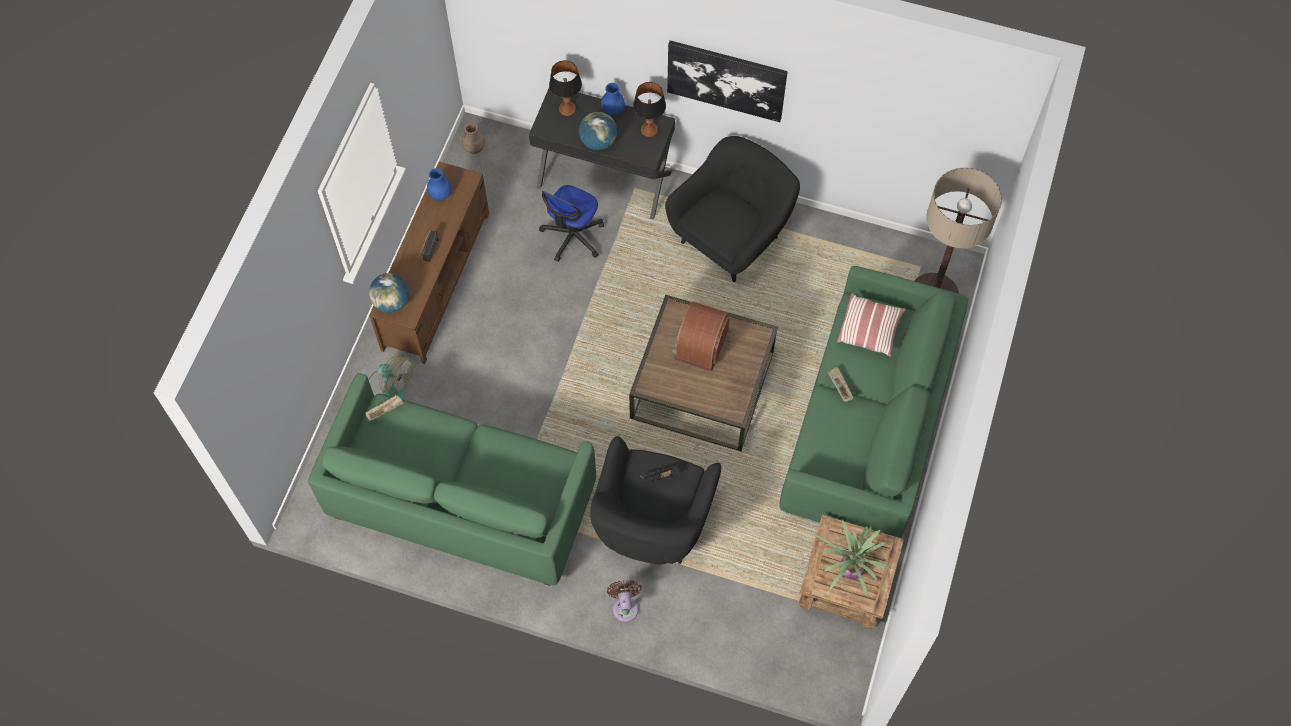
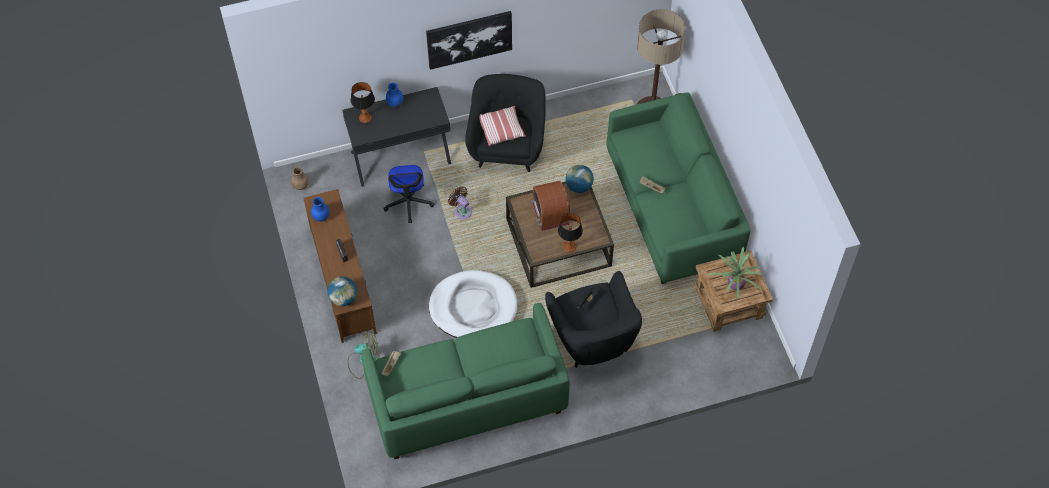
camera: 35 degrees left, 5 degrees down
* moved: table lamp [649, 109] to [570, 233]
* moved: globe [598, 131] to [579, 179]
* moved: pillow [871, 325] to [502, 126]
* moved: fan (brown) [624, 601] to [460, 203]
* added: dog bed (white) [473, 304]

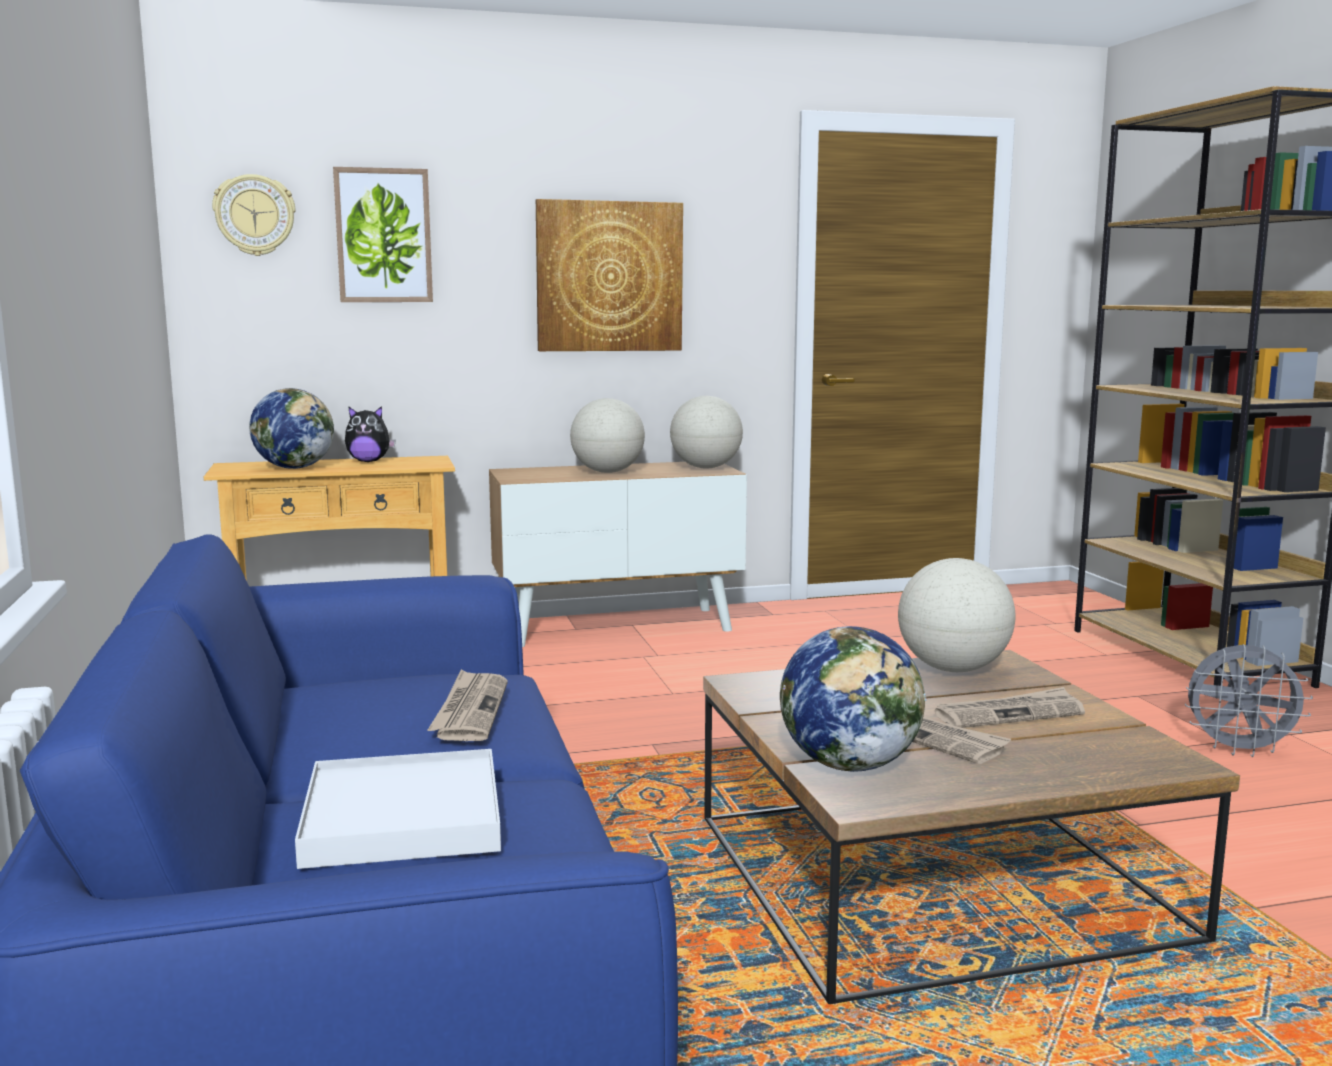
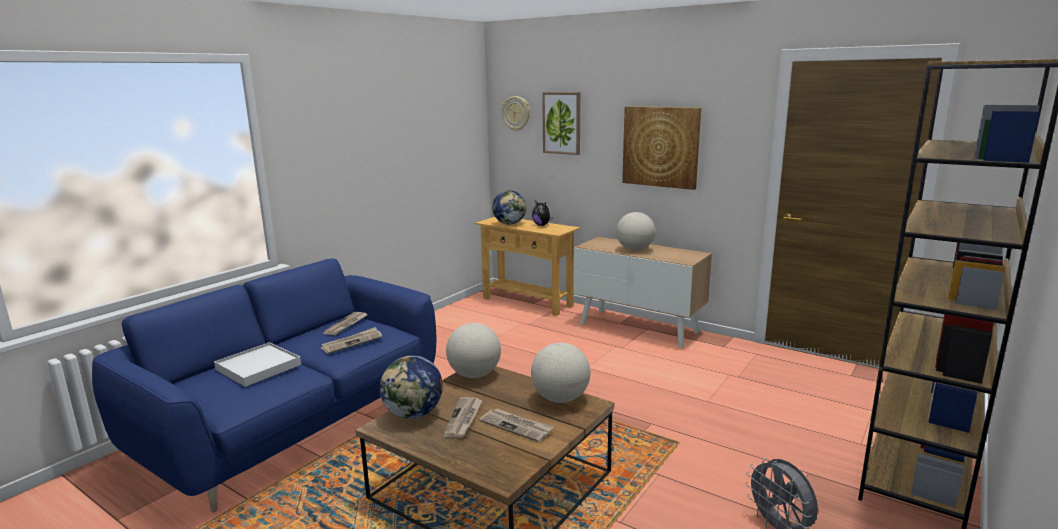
camera: 50 degrees right, 5 degrees up
* moved: globe [706, 432] to [473, 350]
* added: newspaper [346, 323]

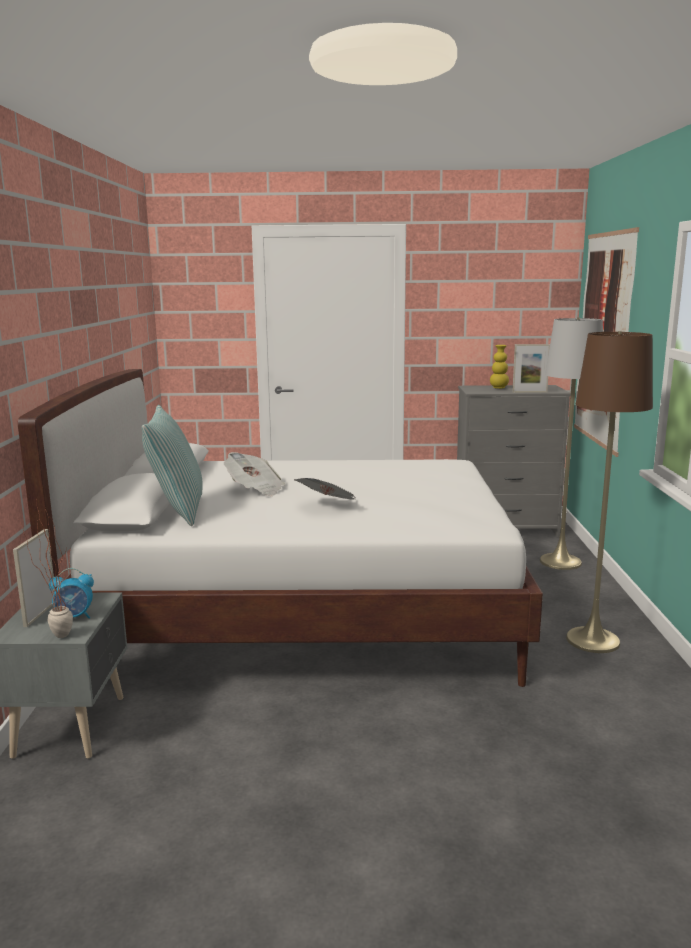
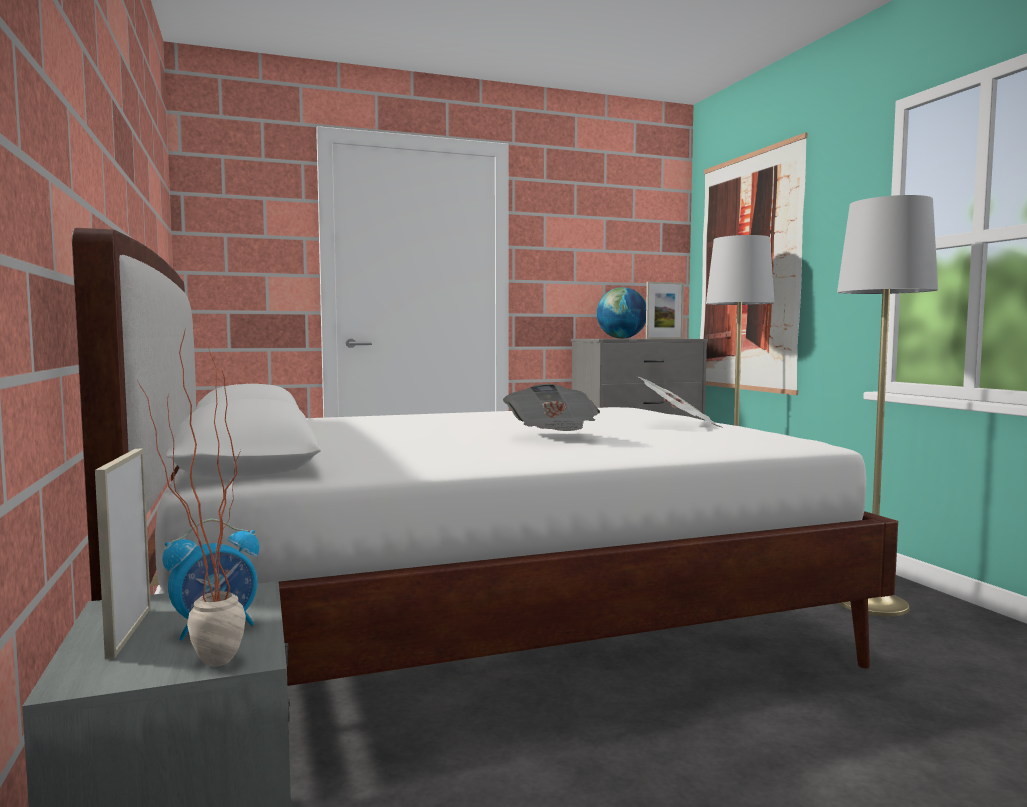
camera: 20 degrees left, 10 degrees down
* recoloured: floor lamp (brown) [609, 492] to floor lamp (grey) [887, 406]
* replaced: vase (yellow) [499, 367] to globe [621, 313]
* removed: pillow [172, 465]
* moved: newspaper [254, 474] to [678, 401]

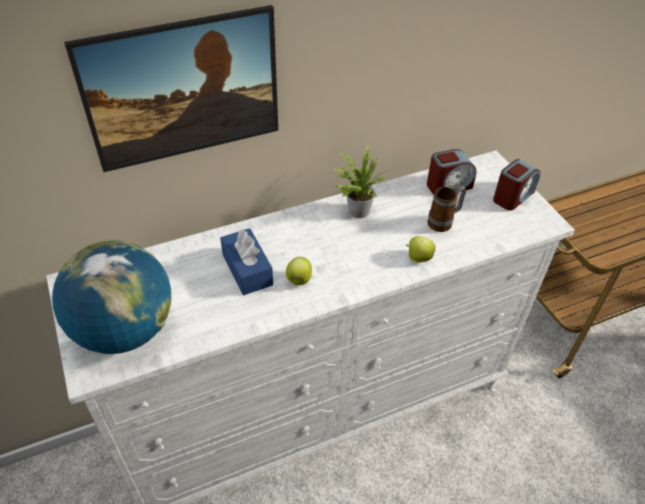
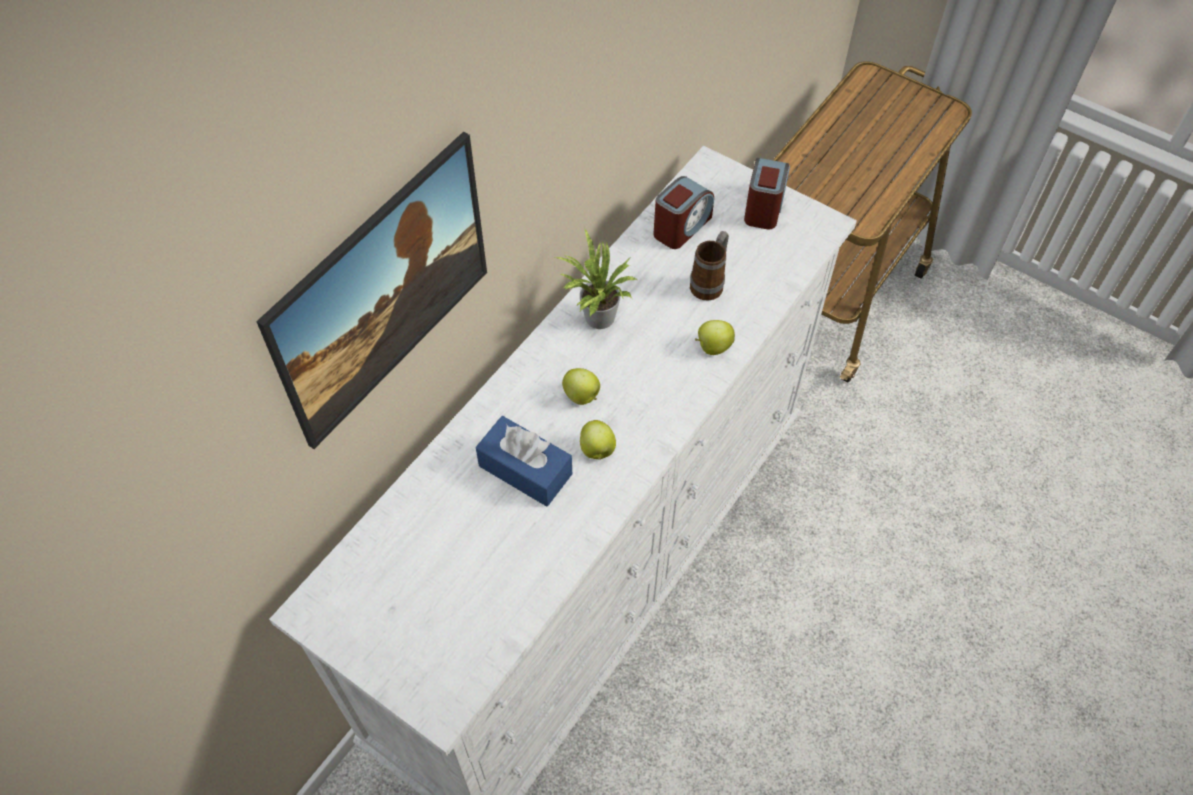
camera: 30 degrees left, 10 degrees up
* removed: globe [111, 297]
* added: apple [581, 386]

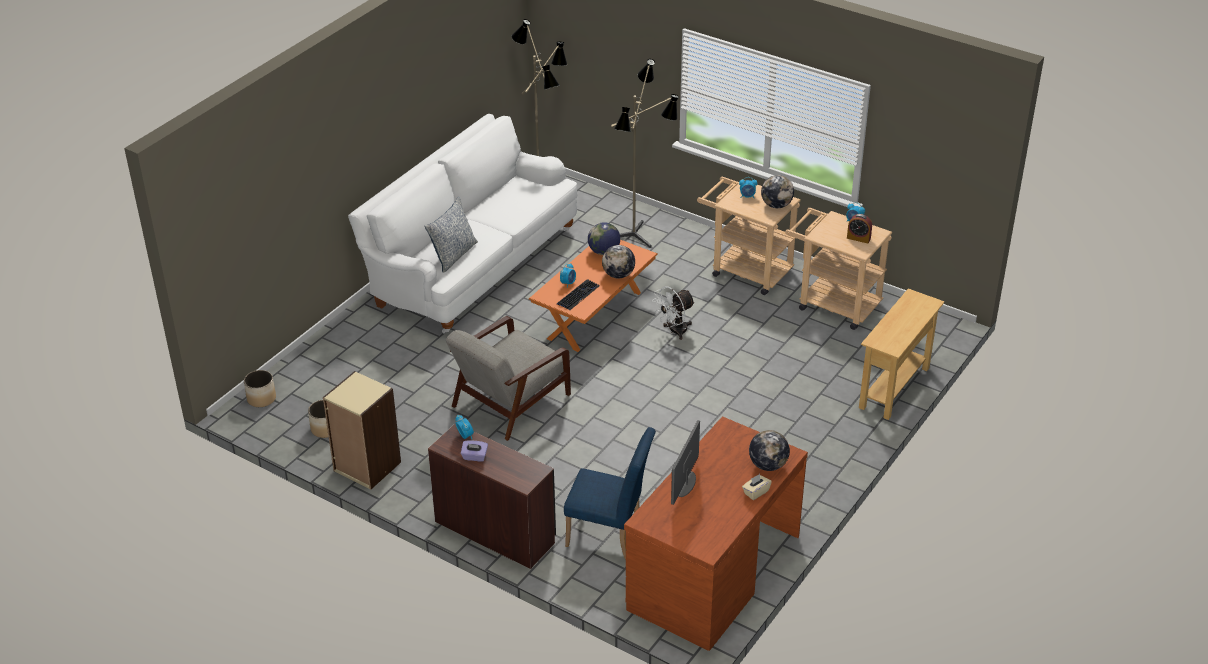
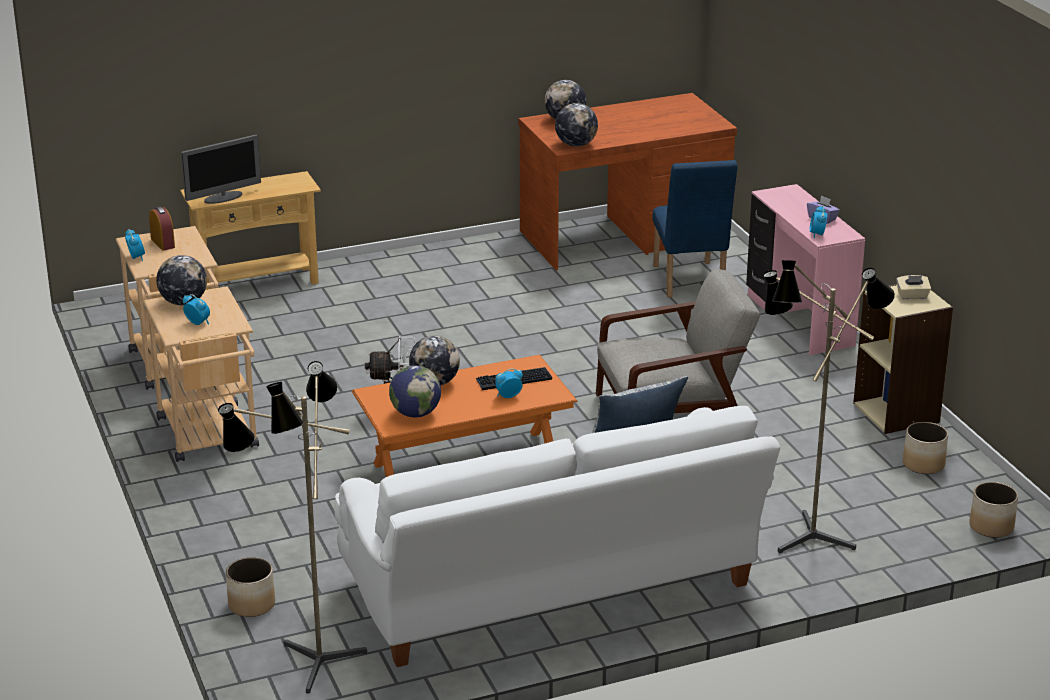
camera: 145 degrees left, 10 degrees down
* moved: floor lamp [645, 153] to [829, 406]
* moved: monitor [685, 462] to [221, 169]
* recoloured: desk (brown) [492, 496] to desk (pink) [805, 269]
* turned: chair (blue) [610, 493] = [695, 228] 150 degrees counterclockwise
* moved: tissue box (beige) [757, 487] to [913, 287]
* added: globe [576, 125]
* added: planter [250, 587]

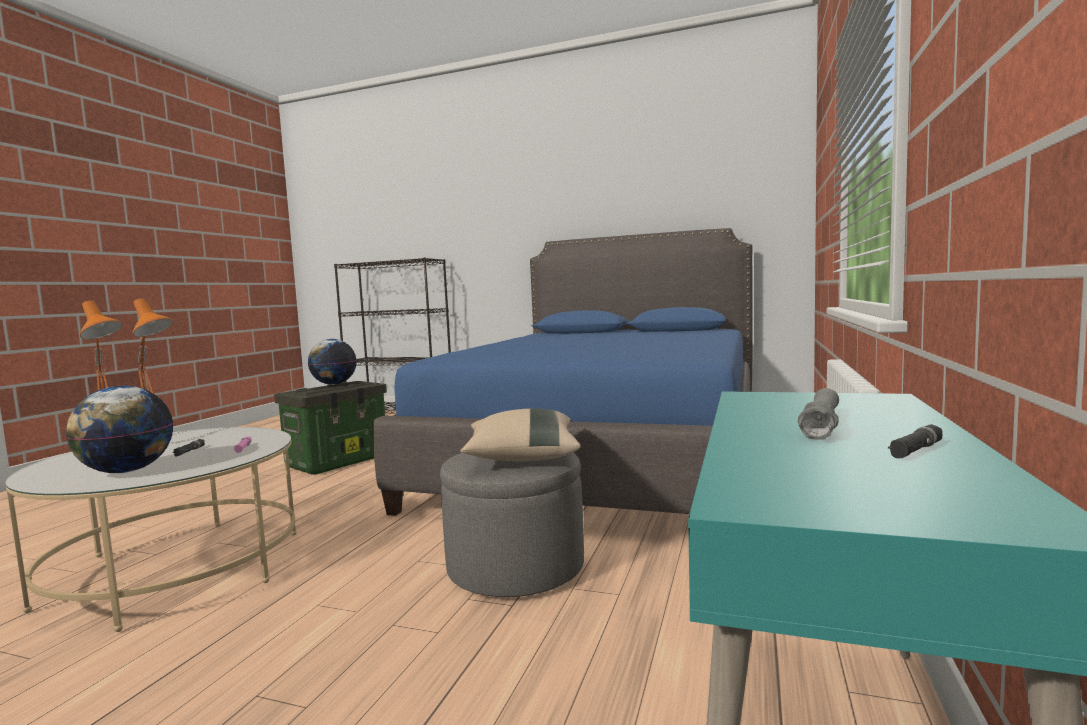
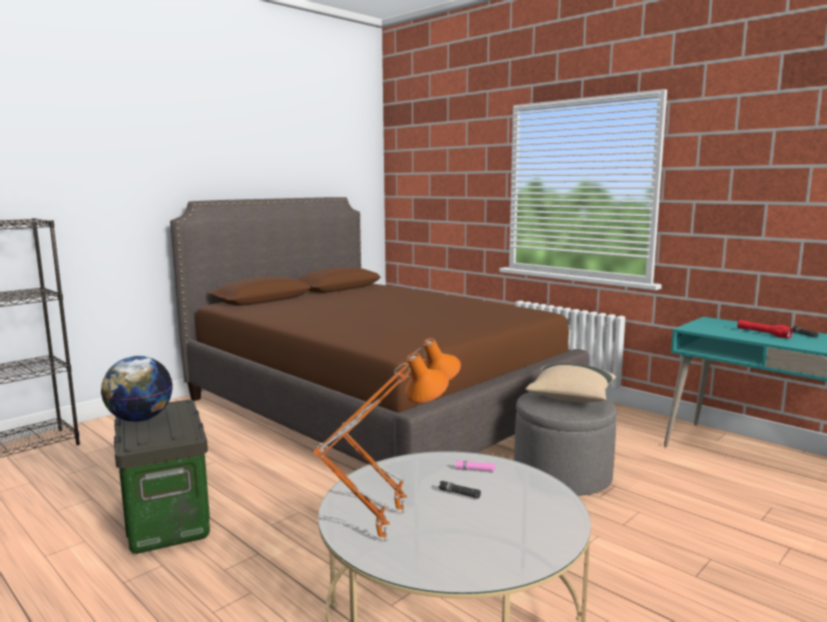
camera: 65 degrees left, 5 degrees up
* recoloured: bed (blue) [563, 372] to bed (brown) [379, 331]
* removed: globe [119, 429]
* recoloured: flashlight (grey) [818, 414] to flashlight (red) [765, 329]

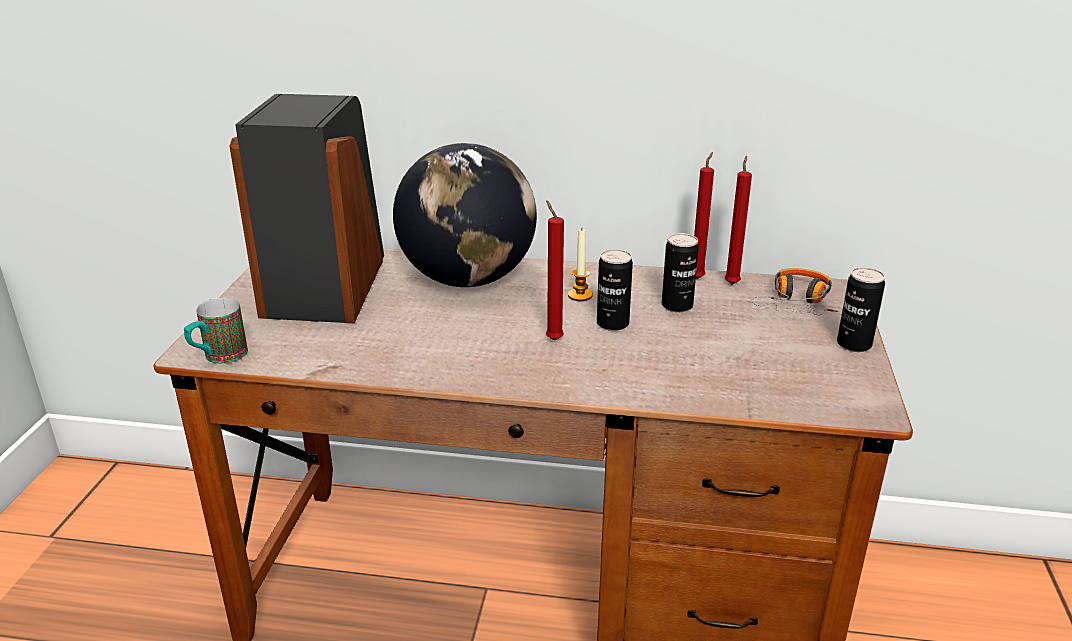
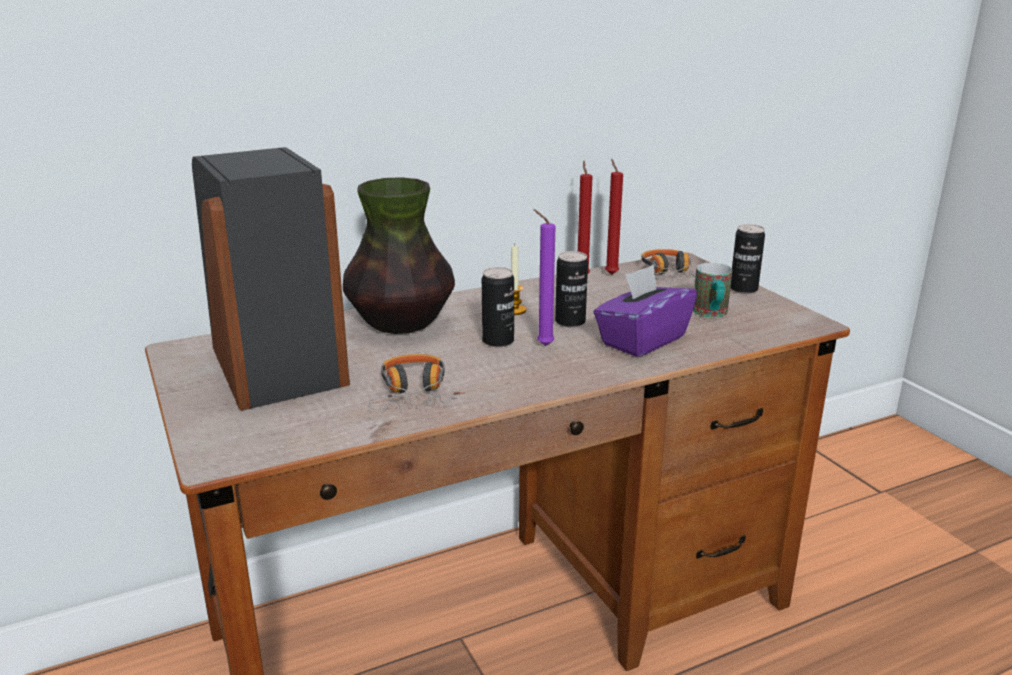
camera: 35 degrees left, 5 degrees down
* replaced: globe [465, 215] to vase [399, 255]
* recoloured: candle (red) [555, 270] to candle (purple) [544, 277]
* moved: can [680, 272] to [498, 307]
* moved: mug [216, 330] to [712, 290]
* added: tissue box (purple) [645, 310]
* added: headphones [417, 382]

